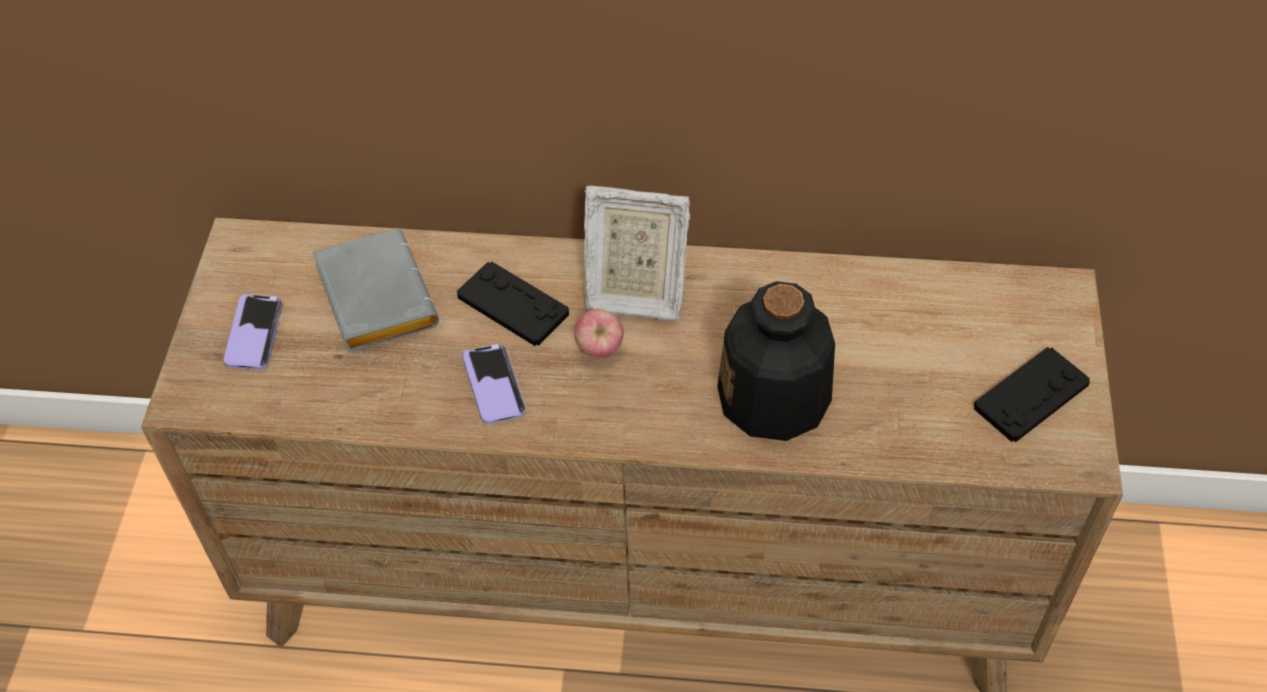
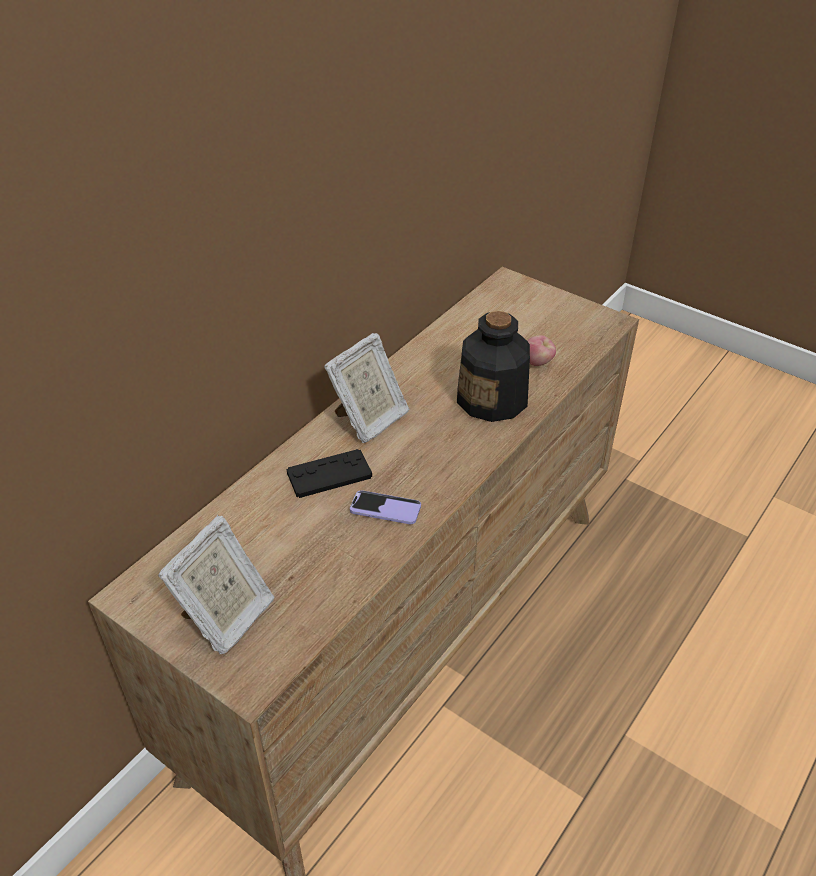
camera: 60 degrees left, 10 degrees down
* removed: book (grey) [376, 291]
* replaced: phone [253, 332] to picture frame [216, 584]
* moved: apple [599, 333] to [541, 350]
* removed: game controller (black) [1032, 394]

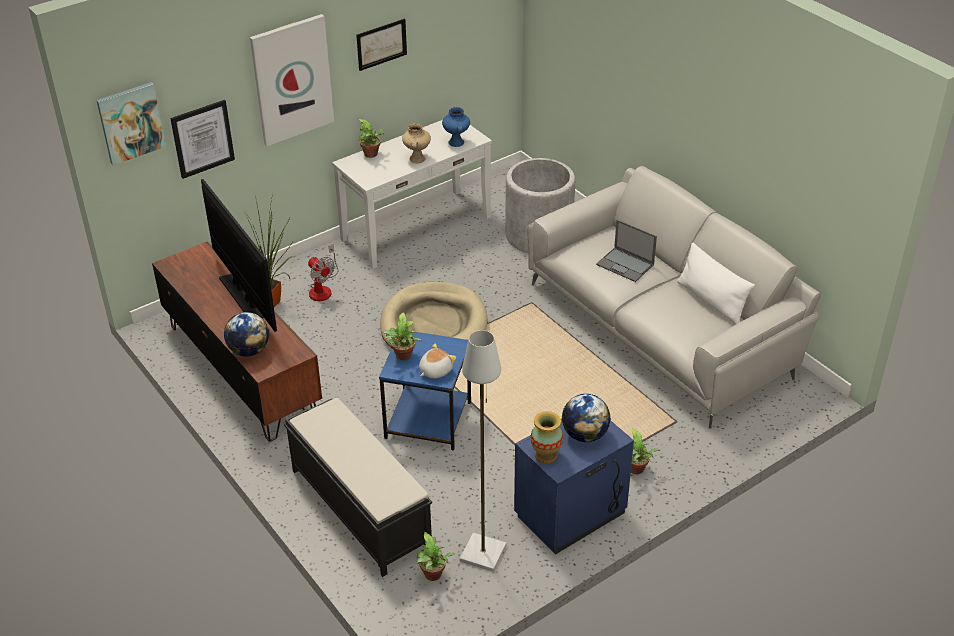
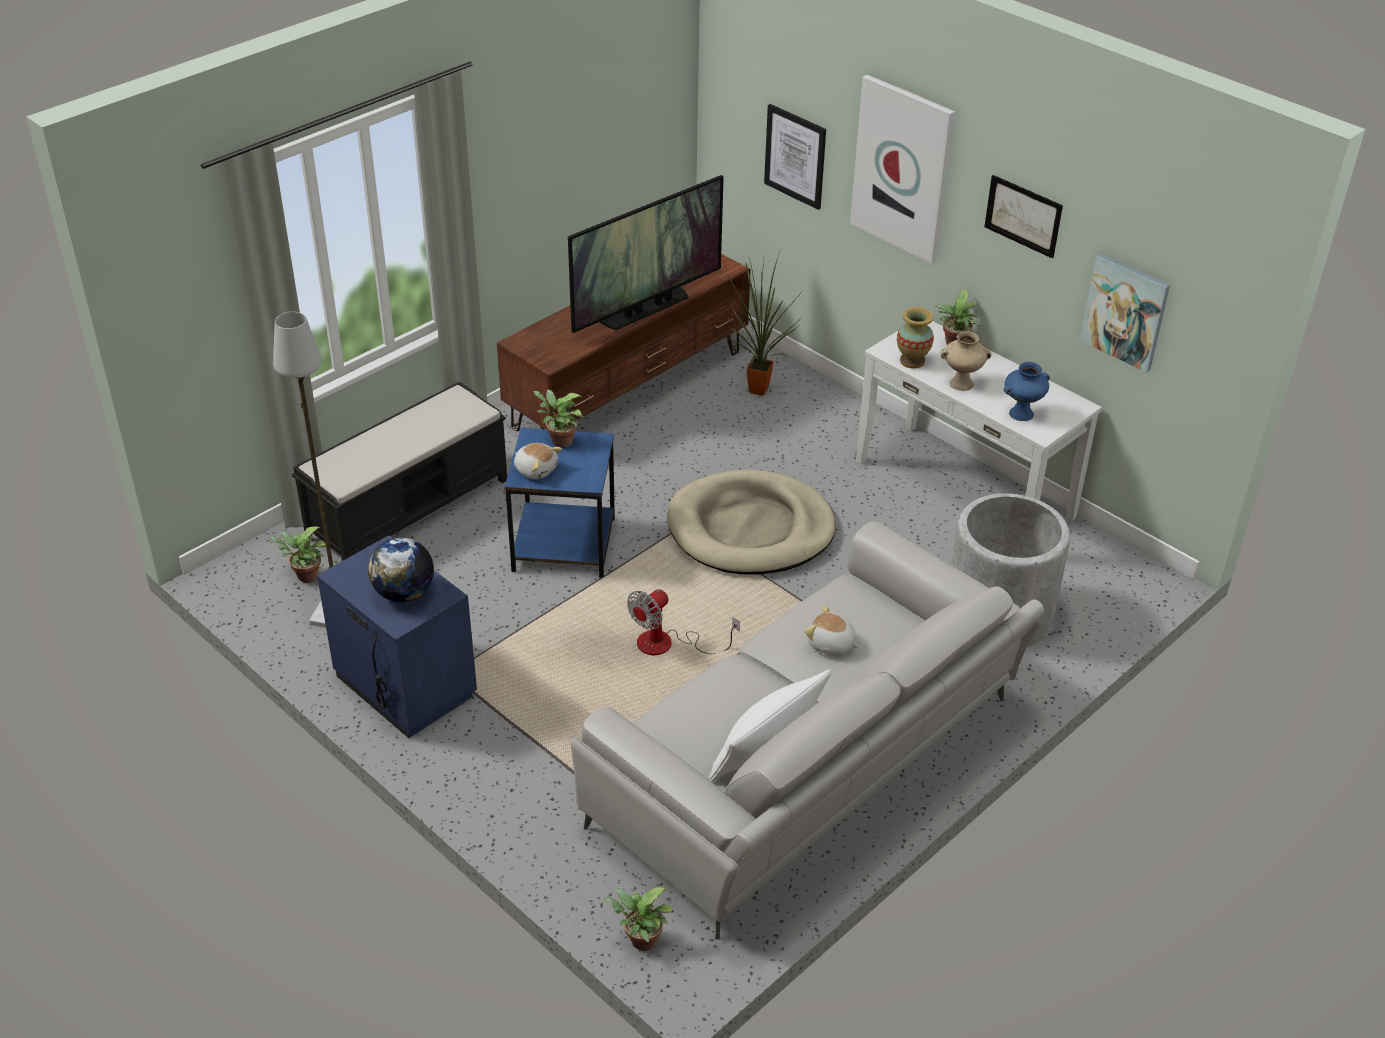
camera: 80 degrees right, 0 degrees up
* moved: picture [131, 123] to [1125, 313]
* replaced: laptop [626, 251] to plush toy [831, 630]
* moved: fan [323, 272] to [683, 622]
* removed: globe [246, 334]
* moved: vase [547, 437] to [915, 338]
* moved: potted plant [645, 451] to [638, 919]

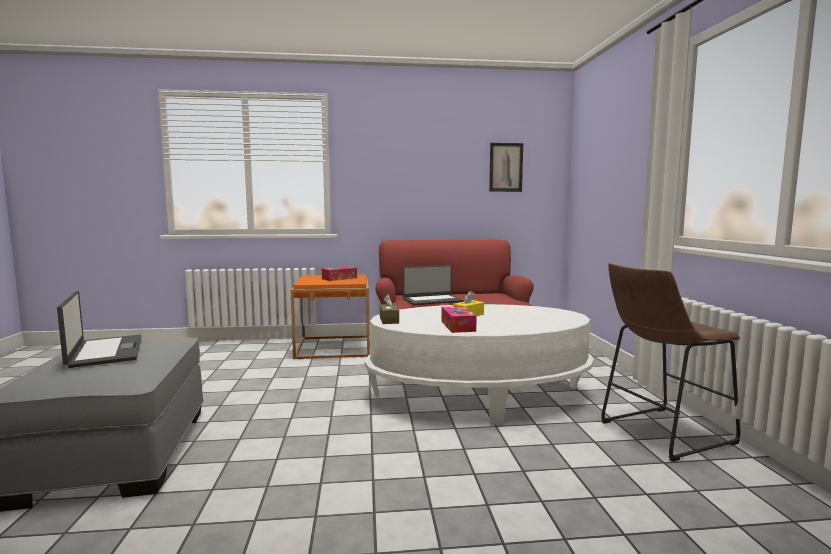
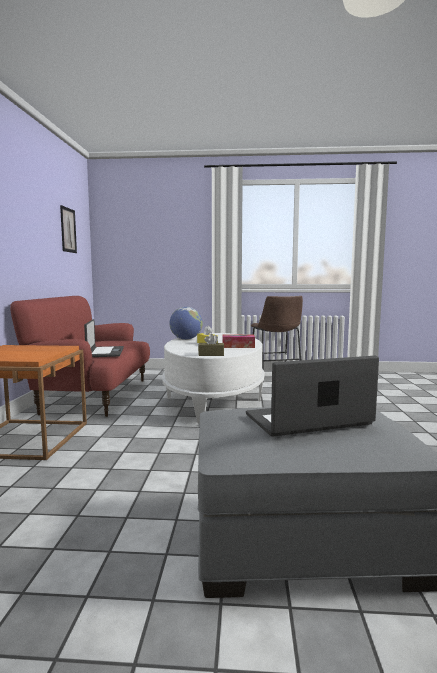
camera: 80 degrees left, 0 degrees up
* removed: tissue box [339, 273]
* added: globe [186, 323]

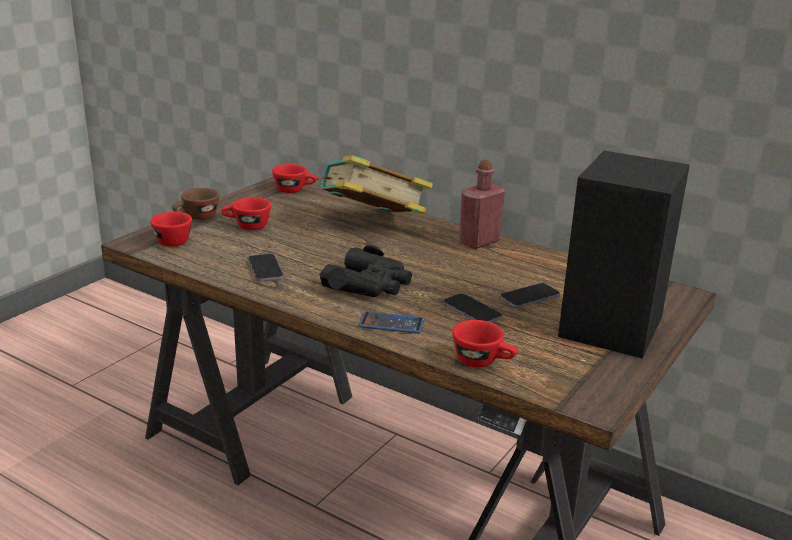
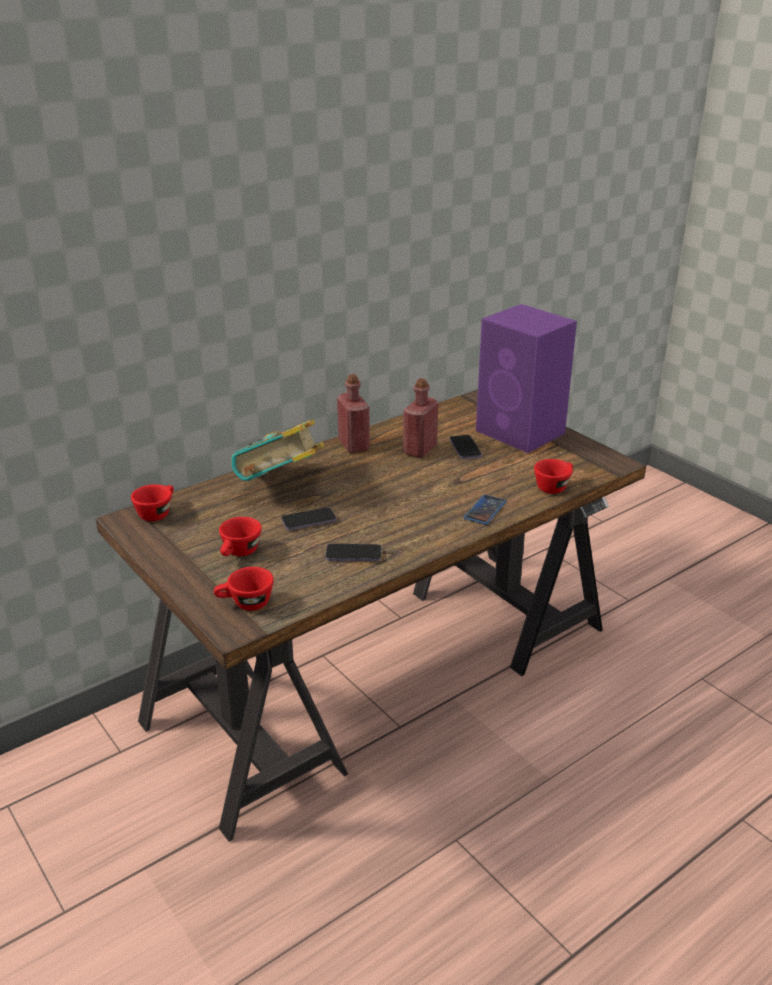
camera: 70 degrees left, 5 degrees up
* recoloured: speaker (black) [624, 255] to speaker (purple) [526, 378]
* removed: cup (brown) [196, 204]
* removed: binoculars (black) [366, 271]
* moved: phone [472, 308] to [308, 518]
* added: bottle (red) [421, 418]

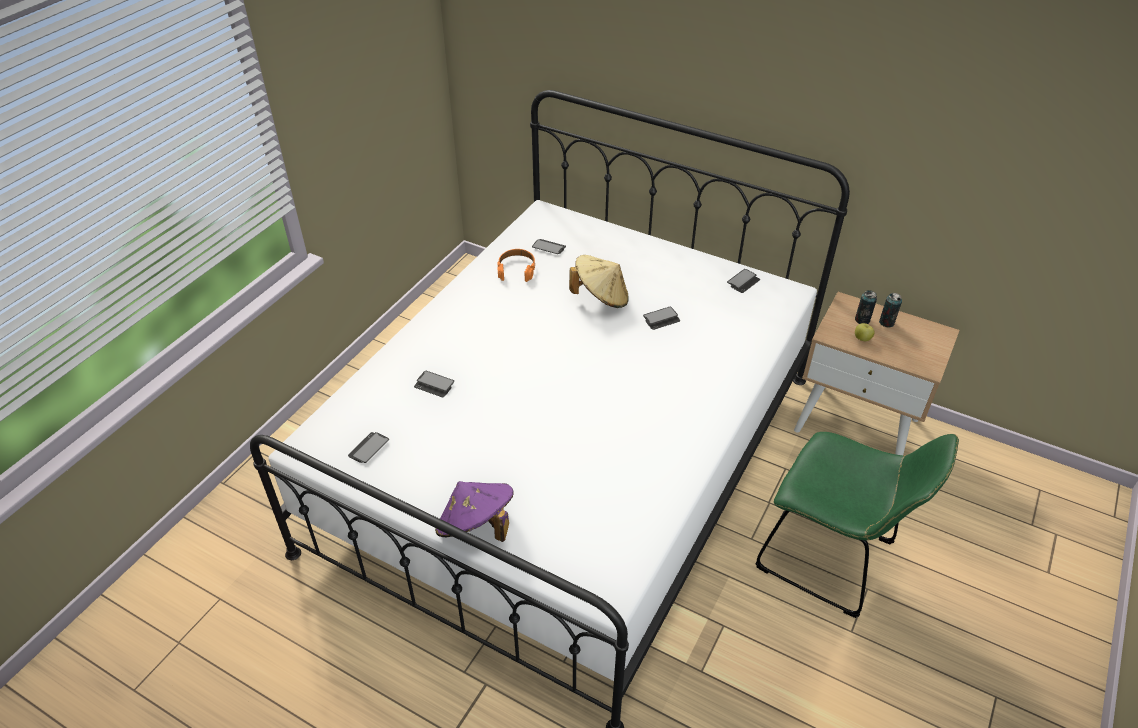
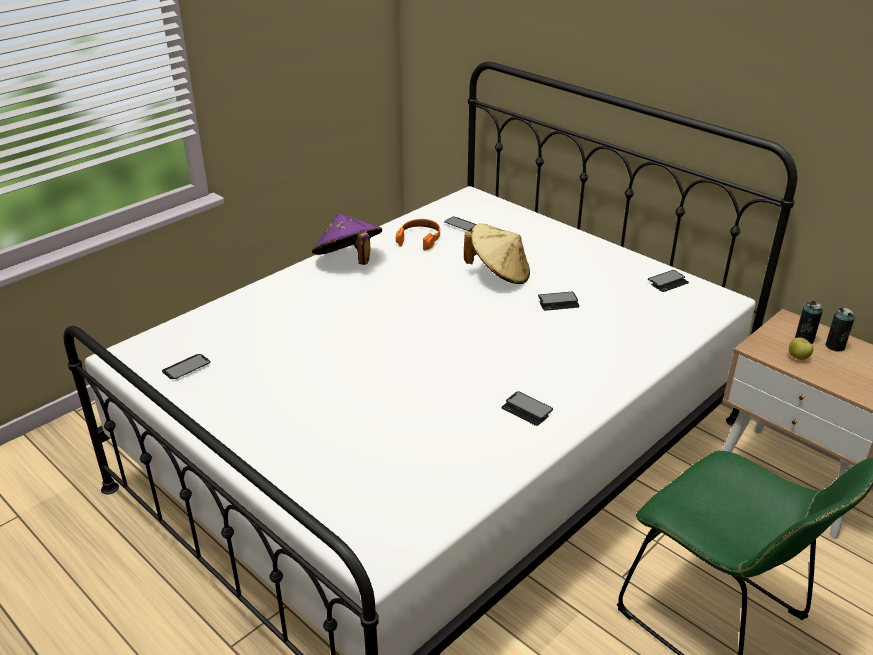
camera: 15 degrees right, 10 degrees down
* moved: phone [434, 384] to [527, 408]
* moved: hat (purple) [474, 511] to [347, 239]

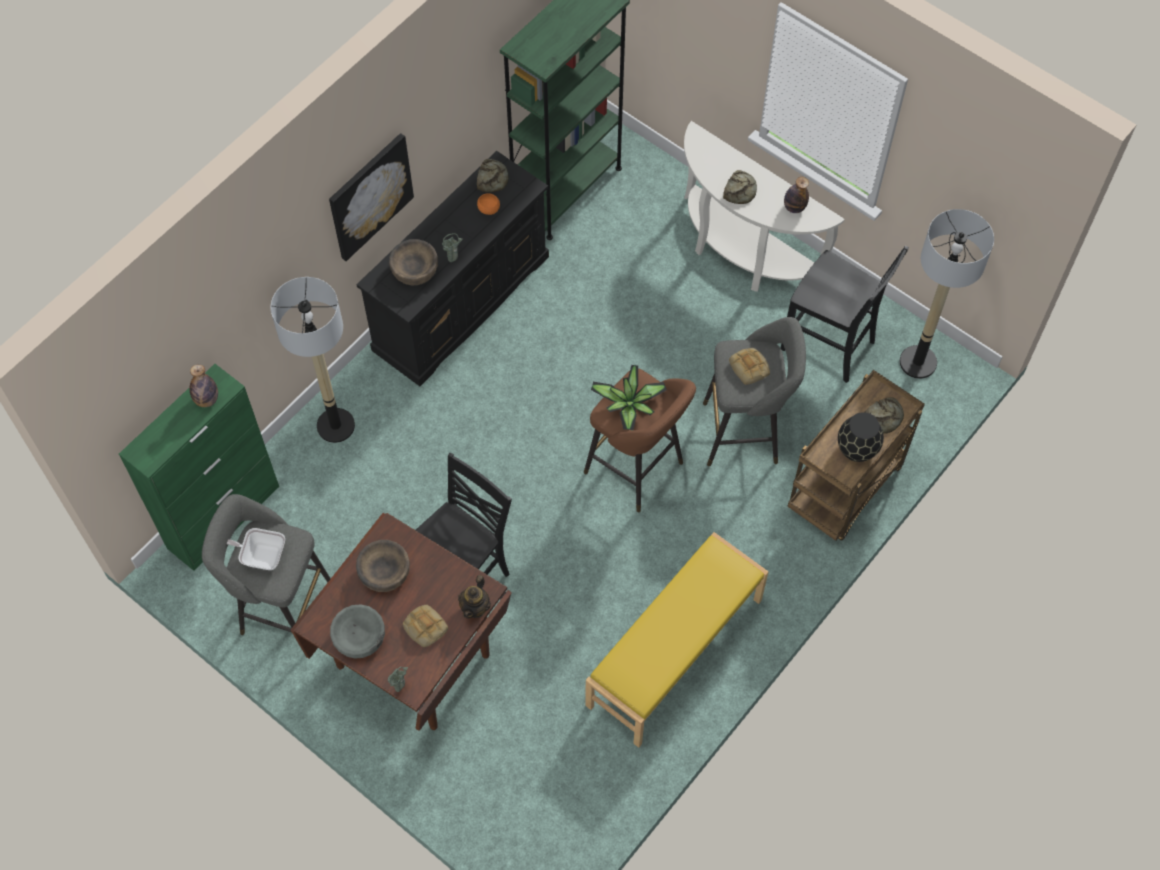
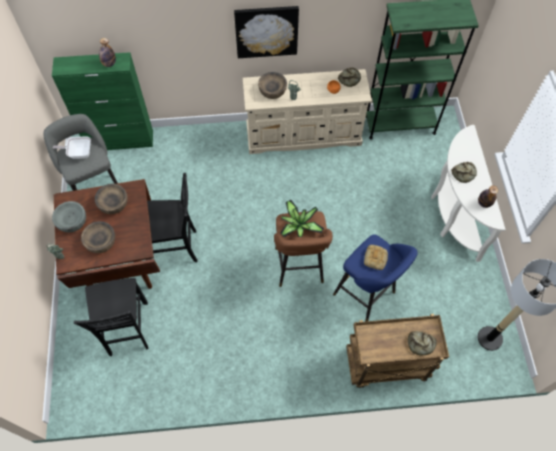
camera: 45 degrees right, 0 degrees up
* recoloured: dresser (black) [452, 268] to dresser (beige) [307, 111]
* moved: chair (black) [845, 314] to [111, 317]
* removed: floor lamp [313, 360]
* recoloured: stool (grey) [754, 391] to stool (blue) [375, 278]
* removed: vase (black) [861, 437]
* turned: frying pan [256, 549] = [71, 147] 60 degrees counterclockwise
* removed: bench (yellow) [676, 640]
* removed: teapot [474, 596]
* replaced: bread [425, 626] to bowl (brown) [98, 237]

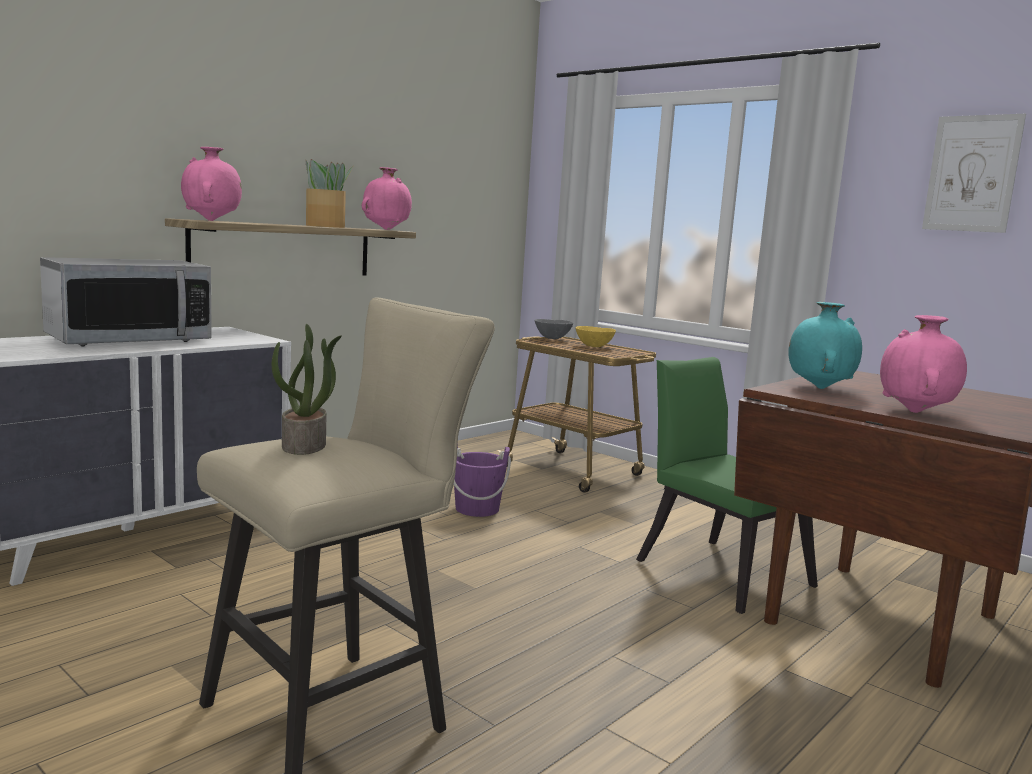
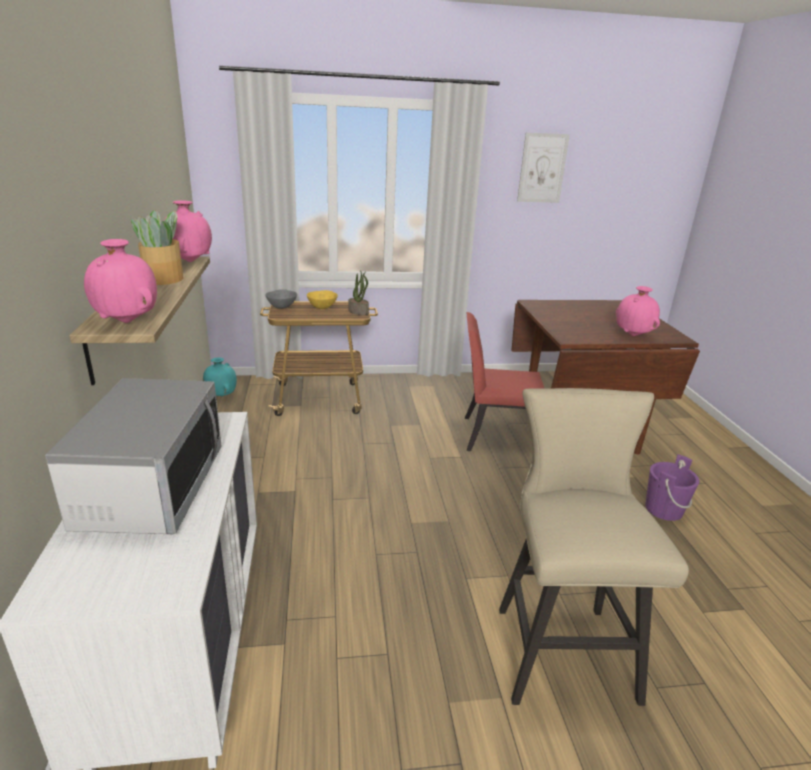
camera: 50 degrees left, 15 degrees up
* moved: vase (turquoise) [825, 345] to [220, 376]
* moved: potted plant [307, 389] to [359, 292]
* recoloured: chair (green) [727, 485] to chair (red) [505, 381]
* moved: bucket (purple) [482, 481] to [672, 487]

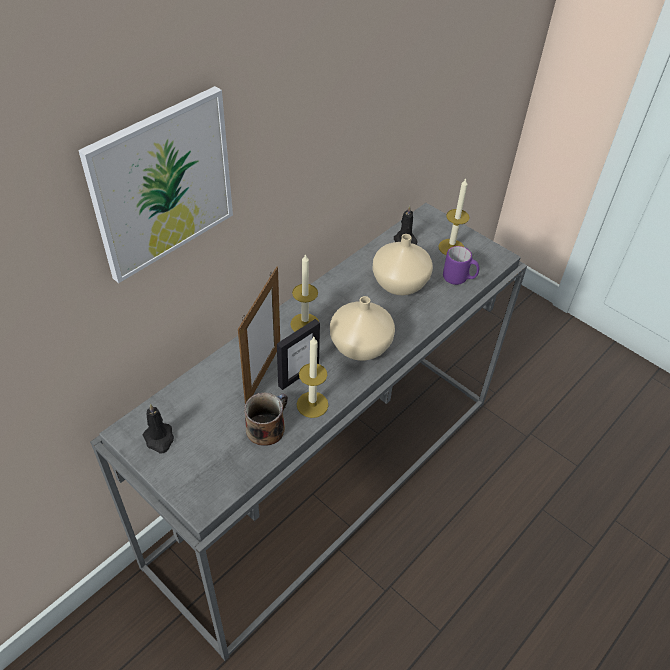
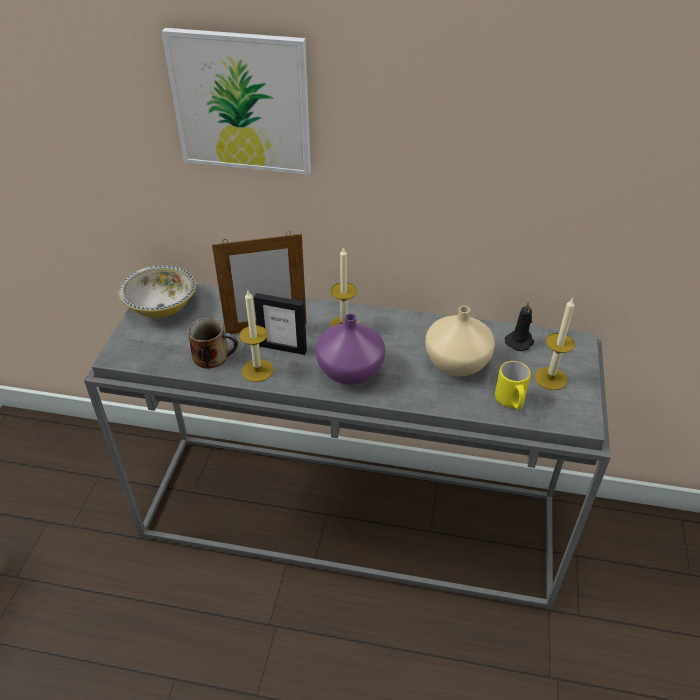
camera: 60 degrees right, 5 degrees down
* recoloured: mug (purple) [461, 265] to mug (yellow) [513, 385]
* recoloured: vase (beige) [362, 328] to vase (purple) [350, 349]
* replaced: candle (black) [158, 429] to bowl [157, 291]

